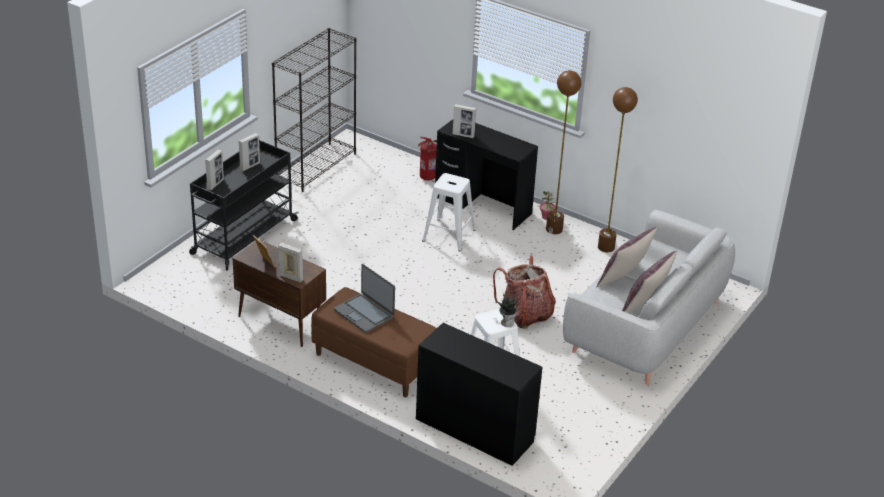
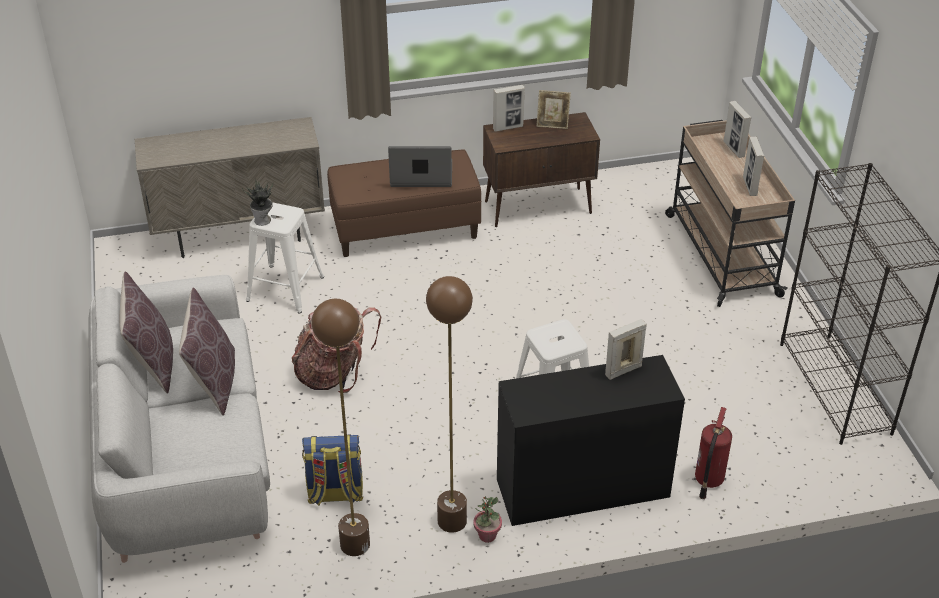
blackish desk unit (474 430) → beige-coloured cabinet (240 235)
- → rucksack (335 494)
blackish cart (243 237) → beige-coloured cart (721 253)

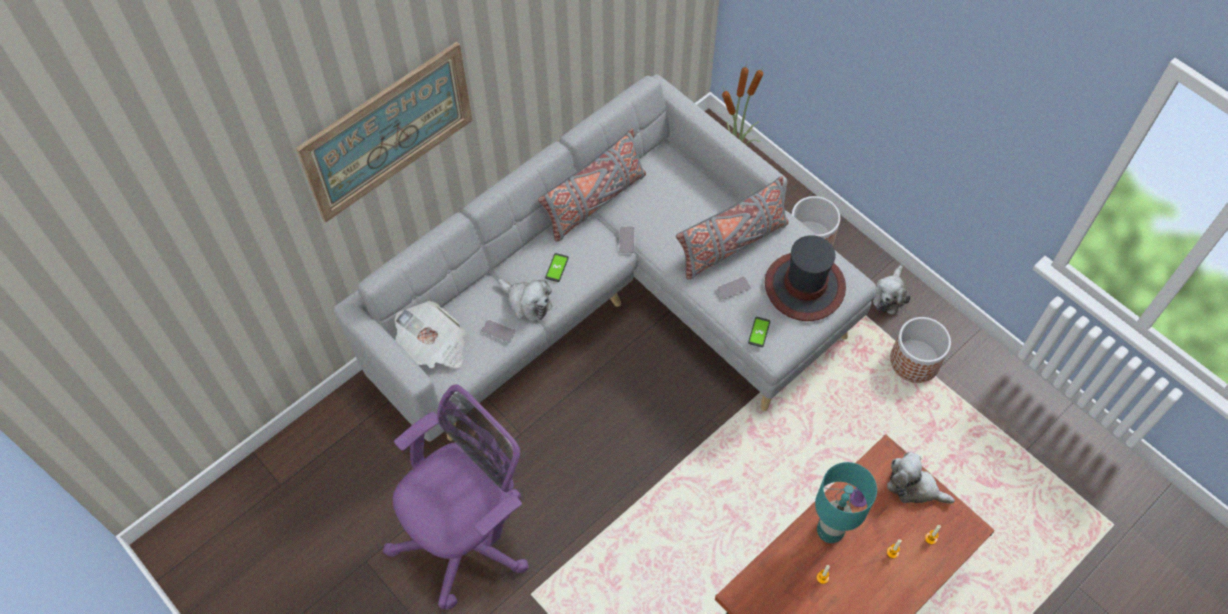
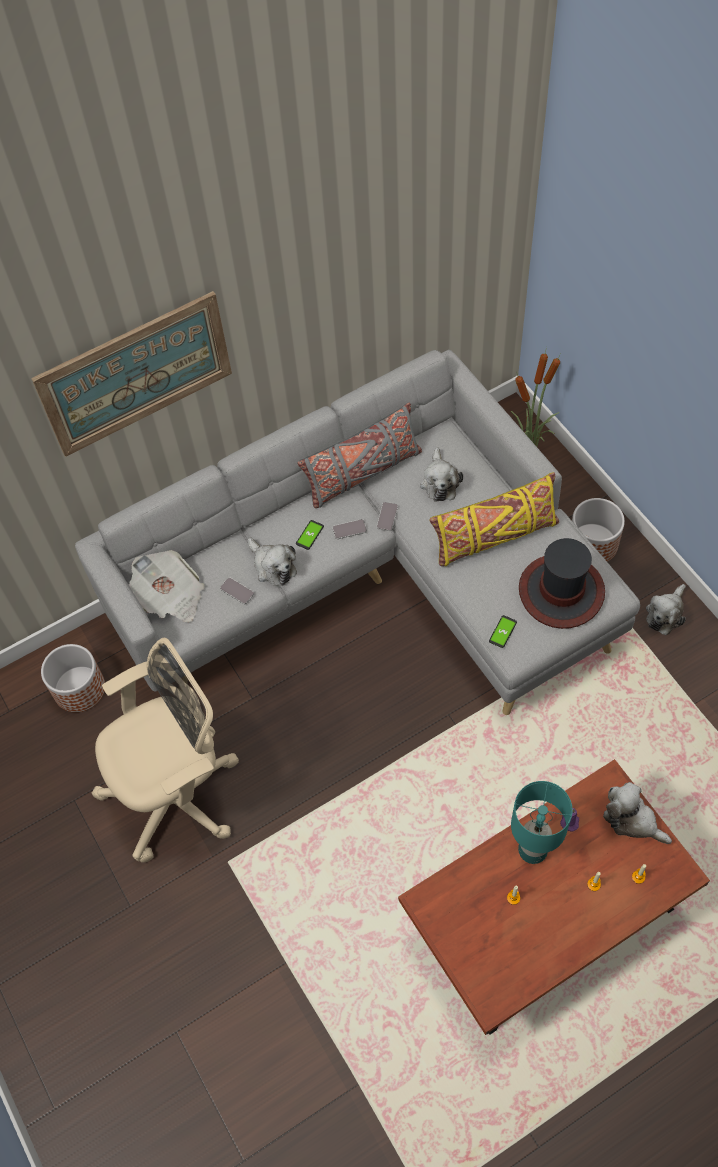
flower pot (915 361) → flower pot (80 689), moved
purplish desk chair (468 538) → beige-coloured desk chair (179 794)
phone (733 288) → phone (349 529), moved
- → plush toy (439 482)
grey throw pillow (731 245) → yellow-coloured throw pillow (494 537)

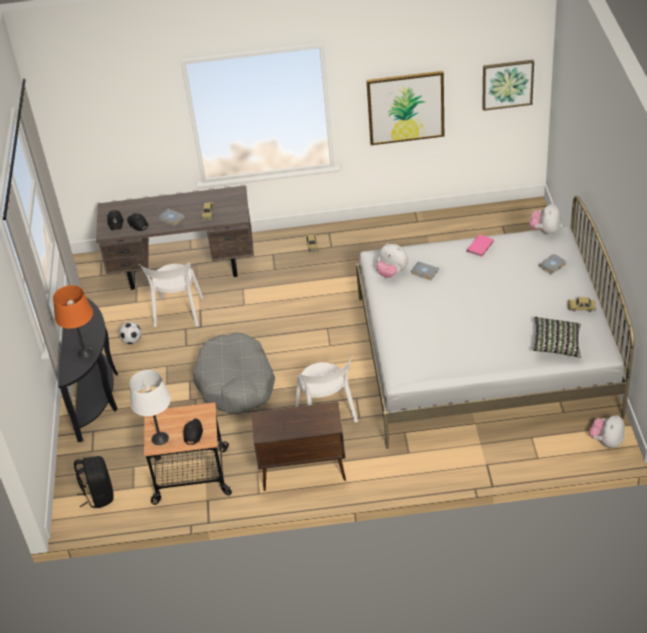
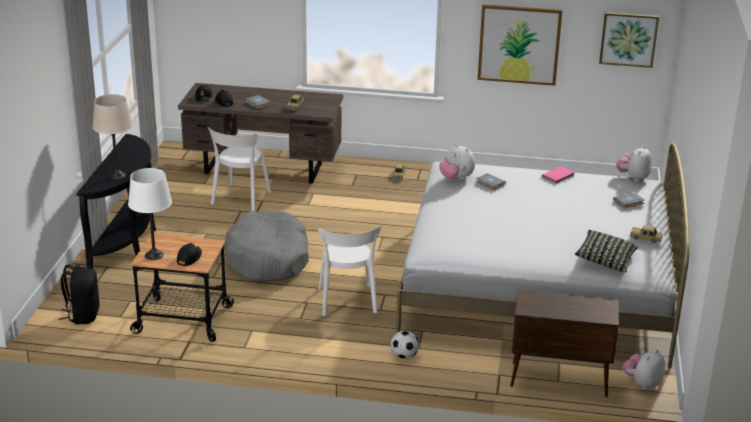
orangey table lamp (85 353) → beige-coloured table lamp (117 175)
football ball (132 341) → football ball (404 356), moved
brown-coloured cabinet (302 472) → brown-coloured cabinet (558 379), moved

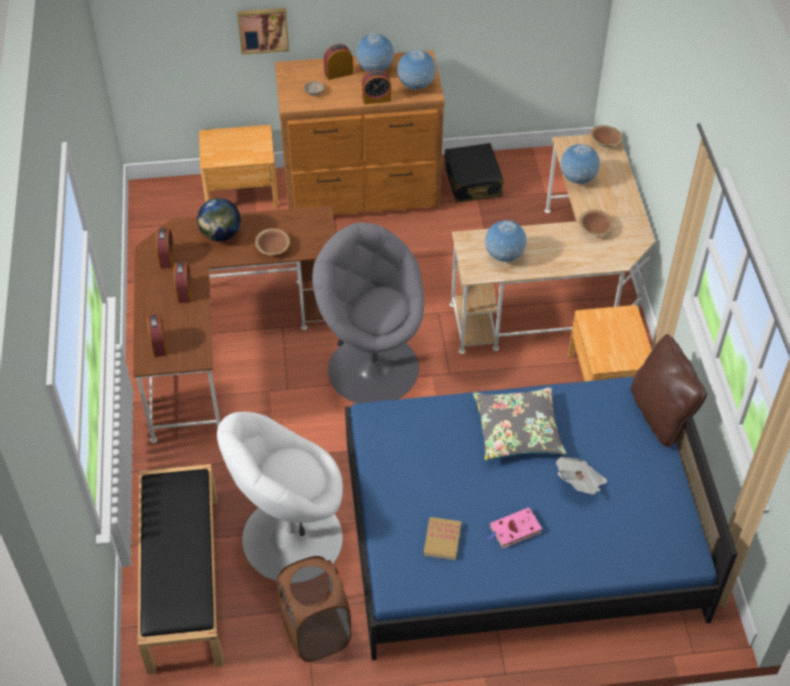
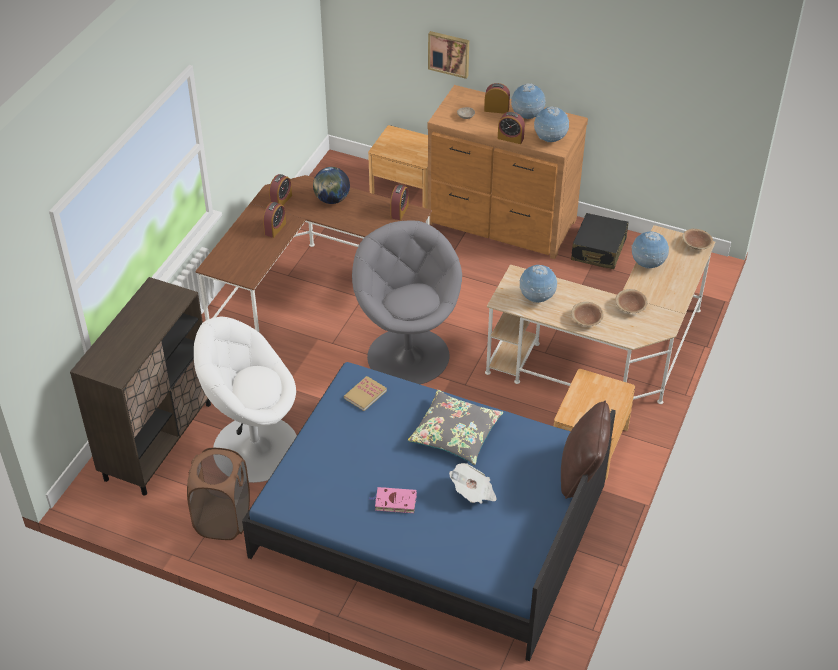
blackish bench (183 580) → brown-coloured cabinet (159 441)
book (442 540) → book (365 394), moved
bedside clock (159 344) → bedside clock (399 211), moved
brown-coloured deep dish (273 248) → brown-coloured deep dish (586 320), moved

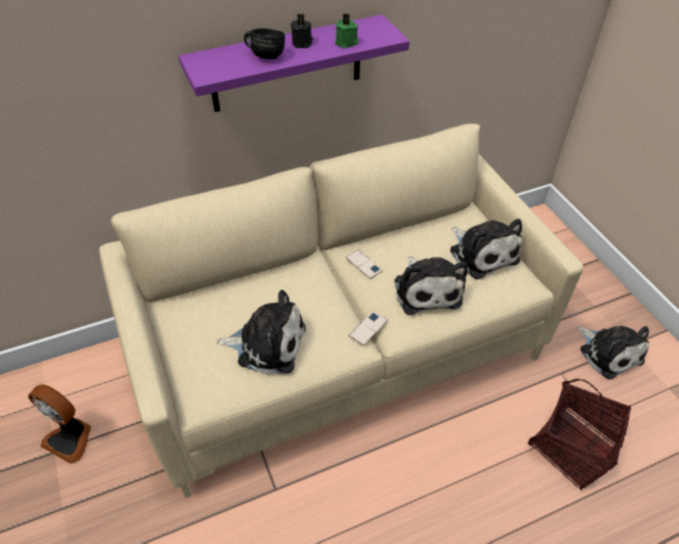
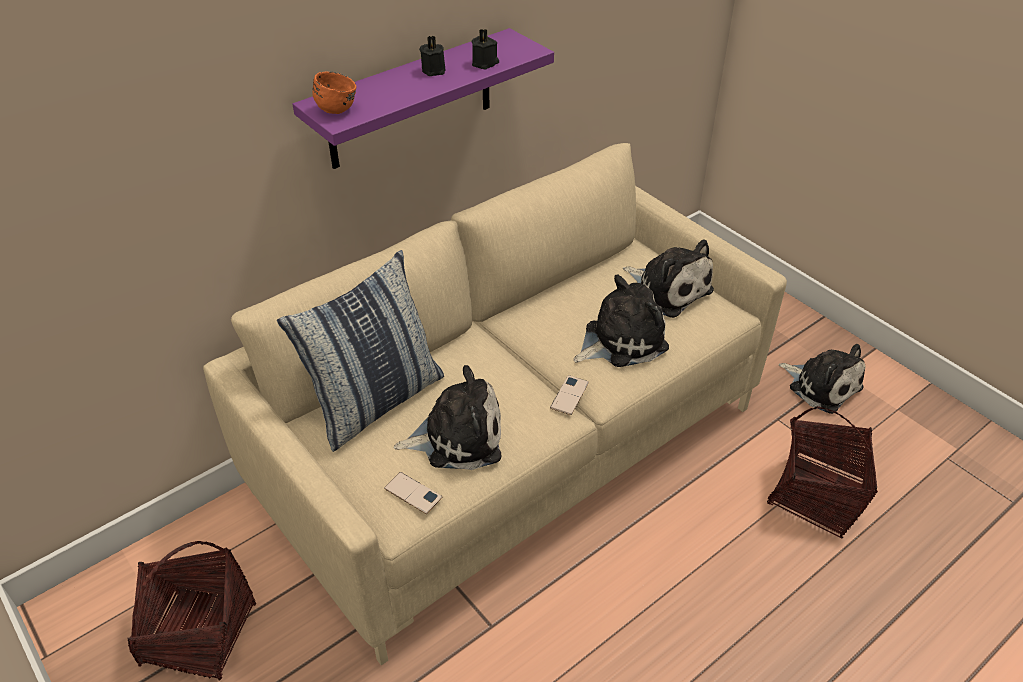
cooling fan (70 438) → household basket (200 634)
- → throw pillow (376 402)
- → orangey mug (338 107)
phone (364 264) → phone (413 493), moved
greenish wax candle (347 43) → blackish wax candle (485 63)
plush toy (426 289) → plush toy (620 340), 90 degrees counterclockwise
blackish mug (265 55) → -

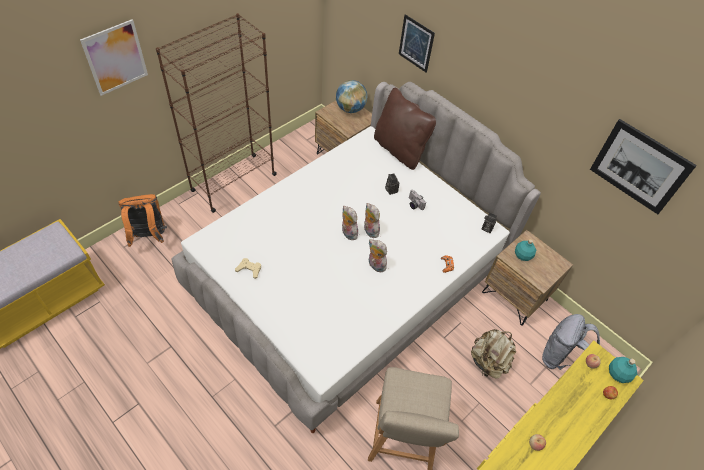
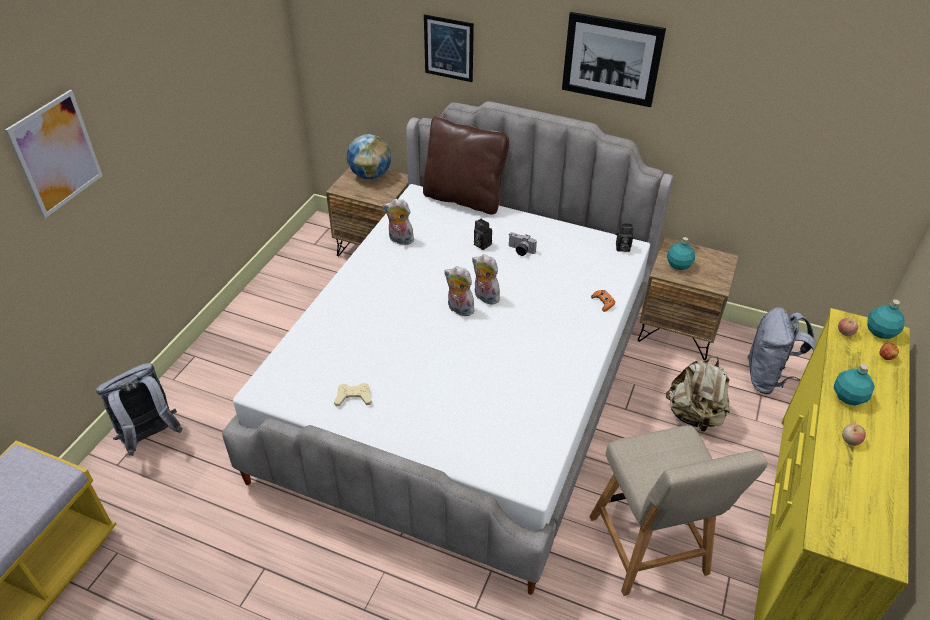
orangey rucksack (149 236) → grey rucksack (150 437)
plush toy (375 265) → plush toy (399 240), moved
wall art (639 167) → wall art (611 59), moved
- → blue-green drink bottle (848 396)
brown-coloured bookcase (233 183) → -

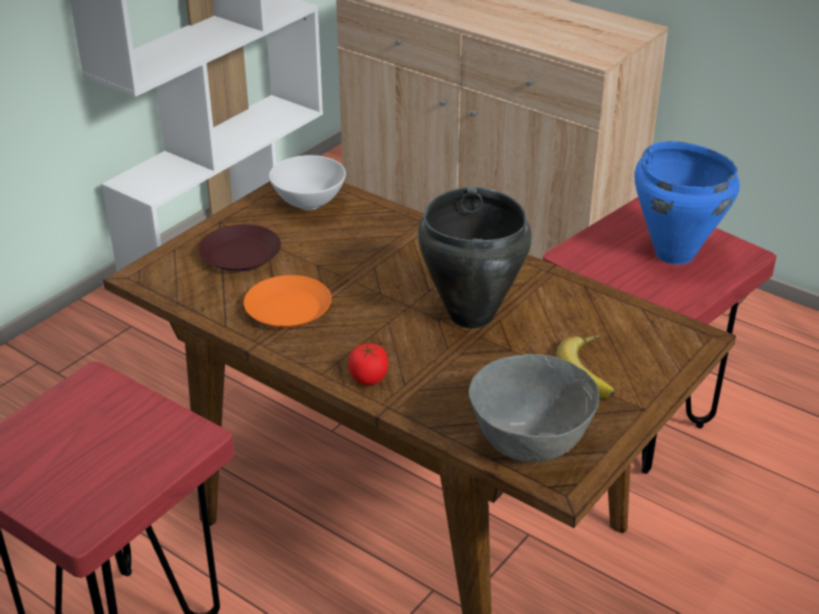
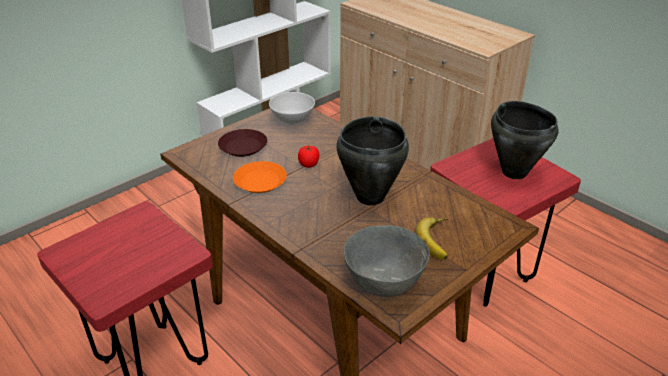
fresh tomato (368 377) → fresh tomato (308 164), moved
bluish stockpot (674 253) → blackish stockpot (514 172)

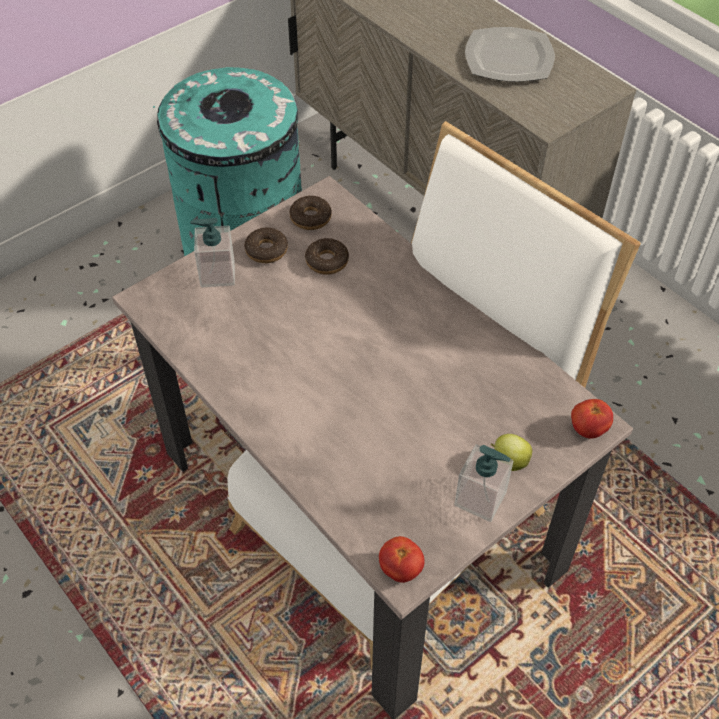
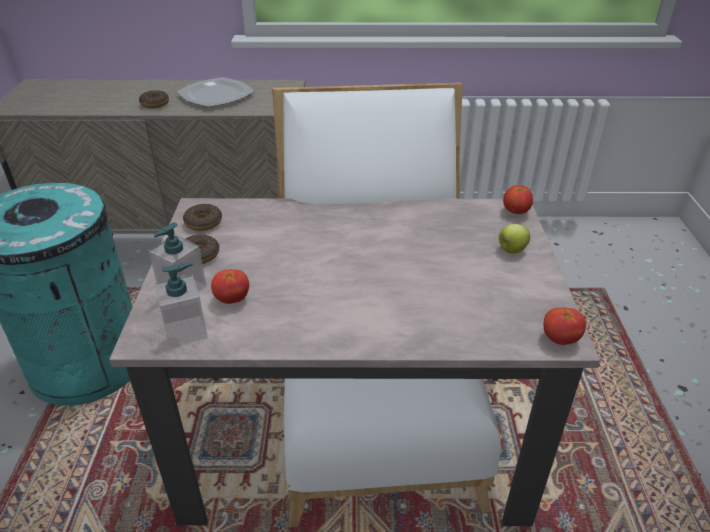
doughnut (327 261) → doughnut (155 104), moved
liquid soap bottle (480 499) → liquid soap bottle (186 331), moved
- → fresh tomato (232 299)

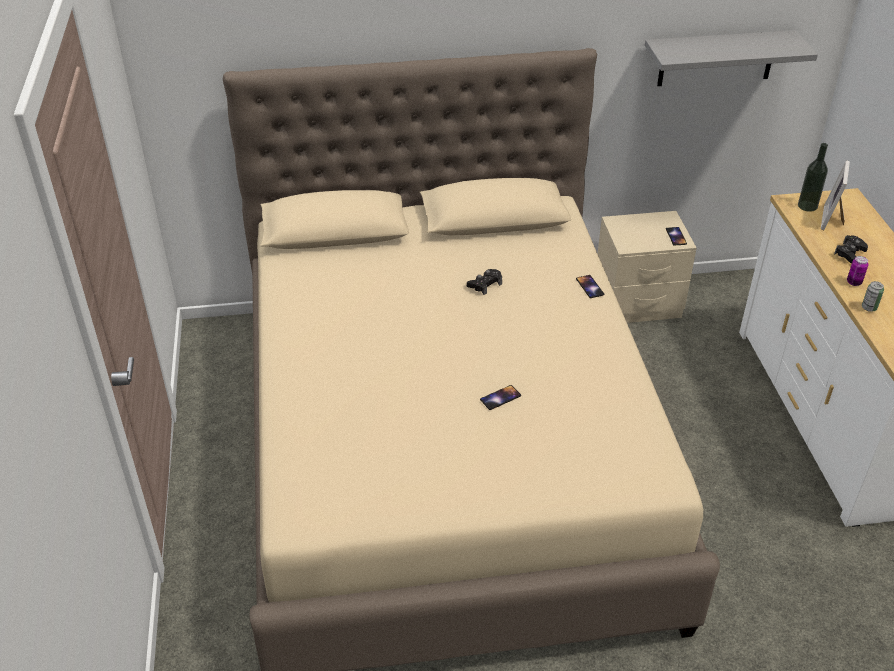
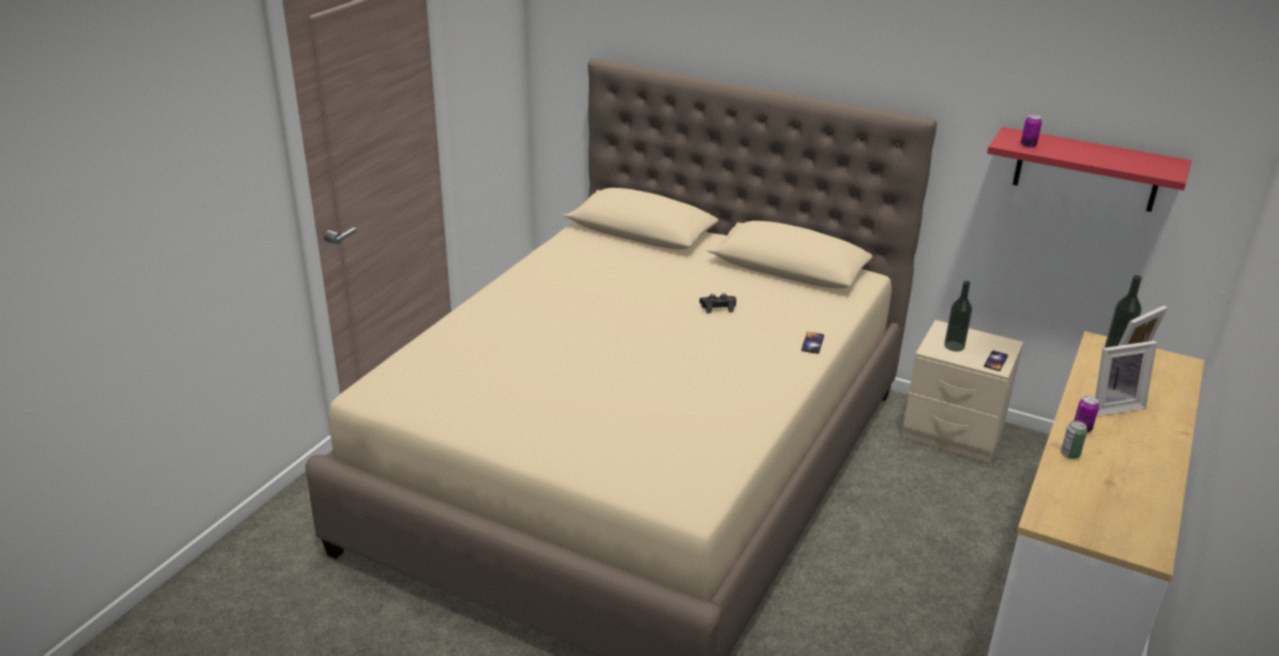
- → drink bottle (954 346)
grey wall shelf (716 58) → red-coloured wall shelf (1087 170)
- → metal can (1028 145)
blackish gamepad (849 253) → photo frame (1112 405)
phone (500 398) → -

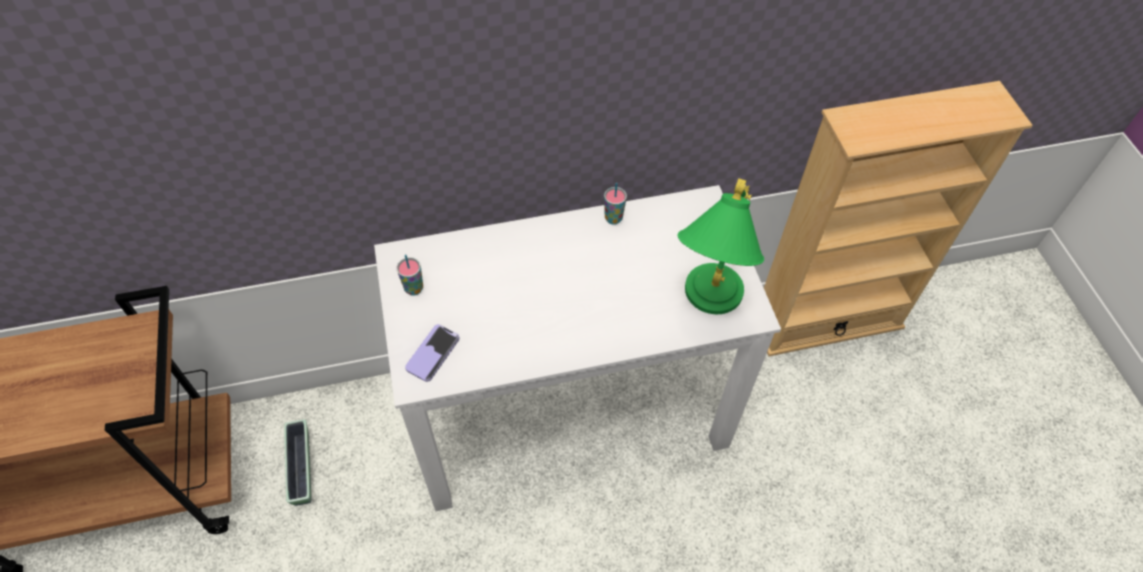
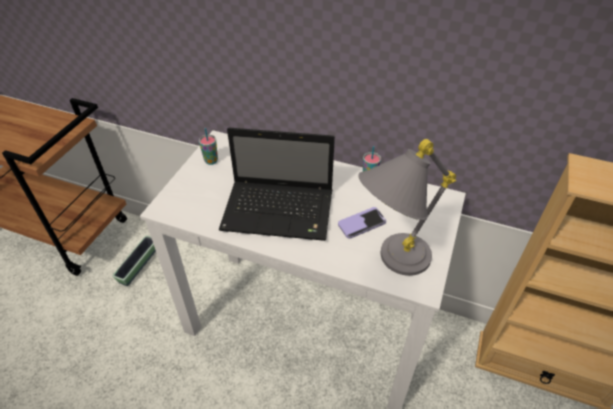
- → notebook computer (280 211)
phone (433 353) → phone (362 223), moved
greenish table lamp (706 307) → grey table lamp (390 263)

